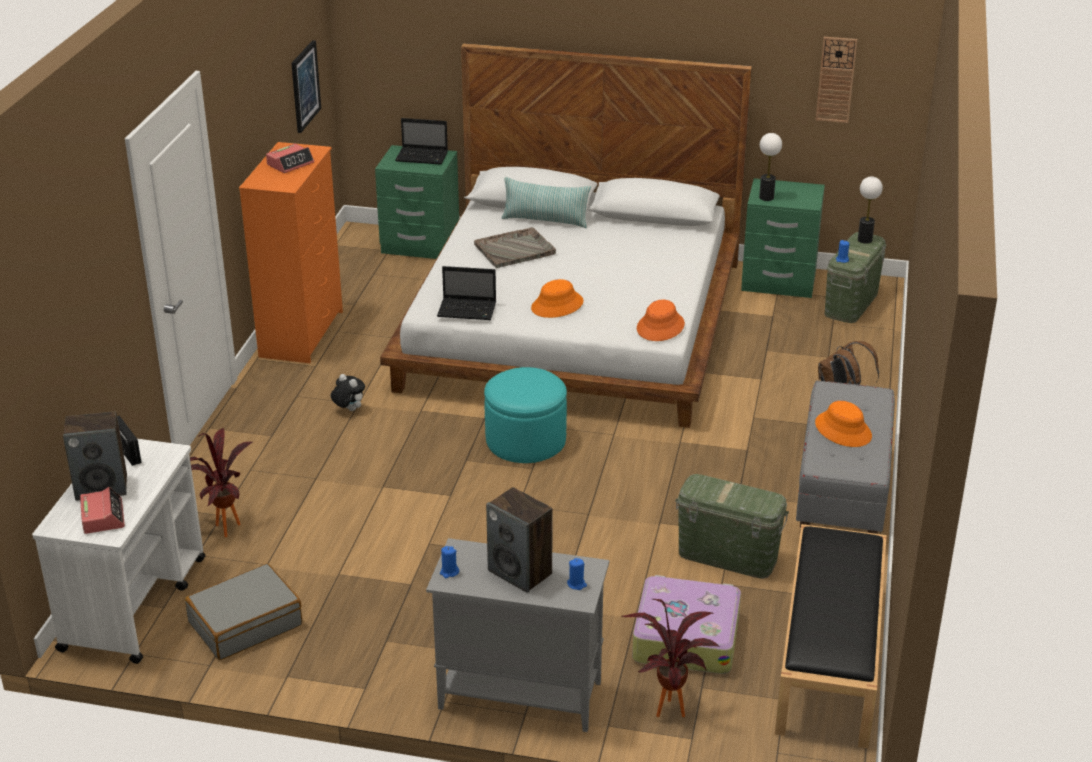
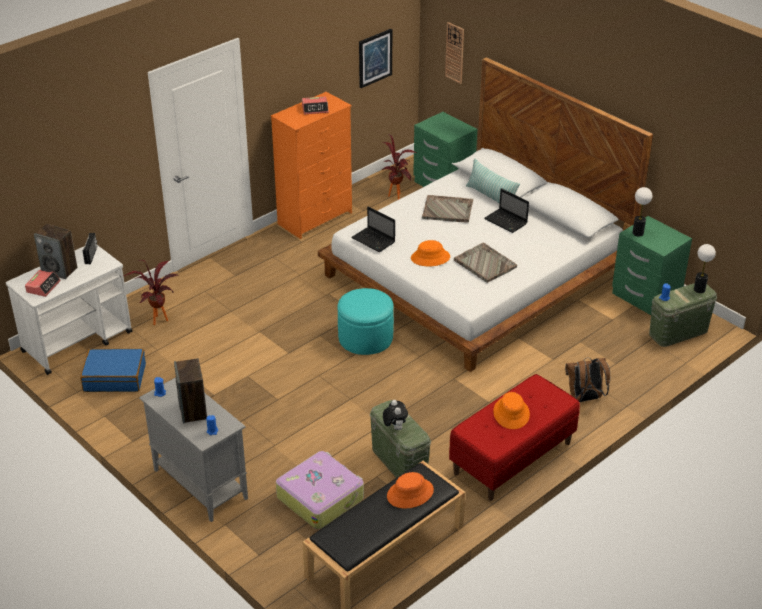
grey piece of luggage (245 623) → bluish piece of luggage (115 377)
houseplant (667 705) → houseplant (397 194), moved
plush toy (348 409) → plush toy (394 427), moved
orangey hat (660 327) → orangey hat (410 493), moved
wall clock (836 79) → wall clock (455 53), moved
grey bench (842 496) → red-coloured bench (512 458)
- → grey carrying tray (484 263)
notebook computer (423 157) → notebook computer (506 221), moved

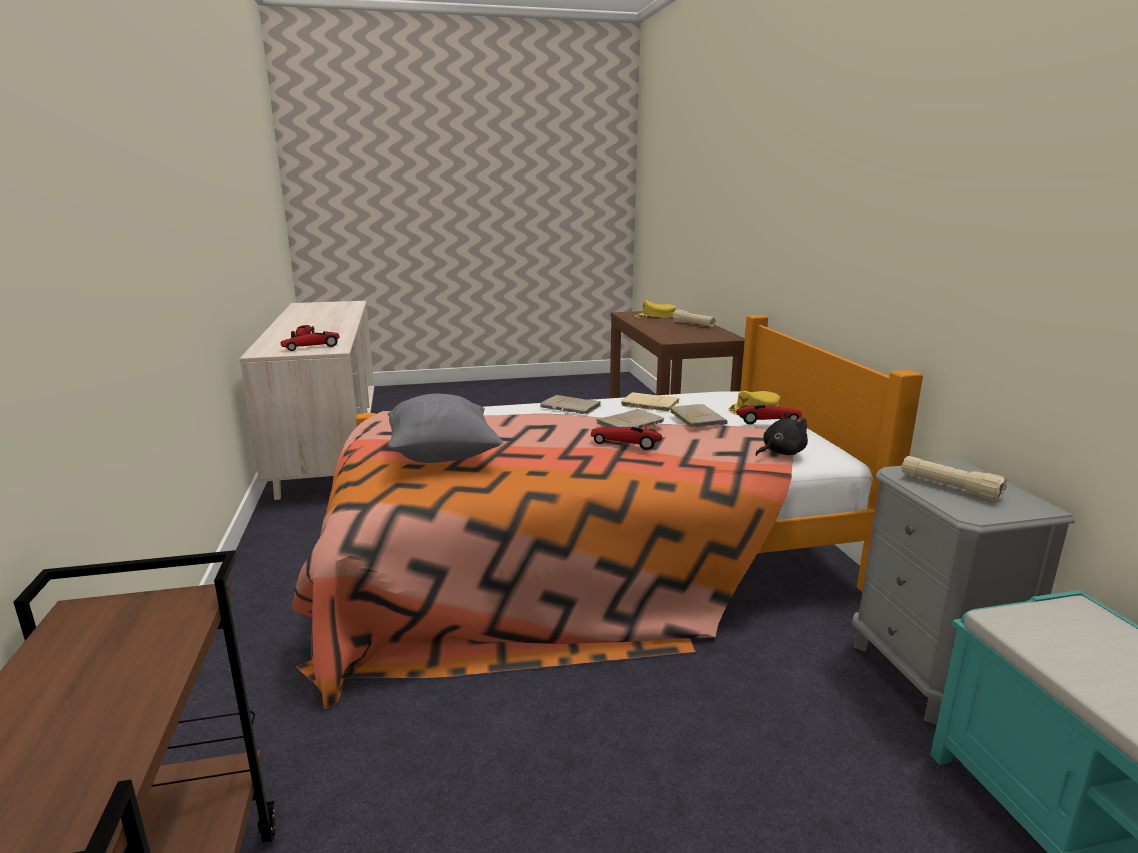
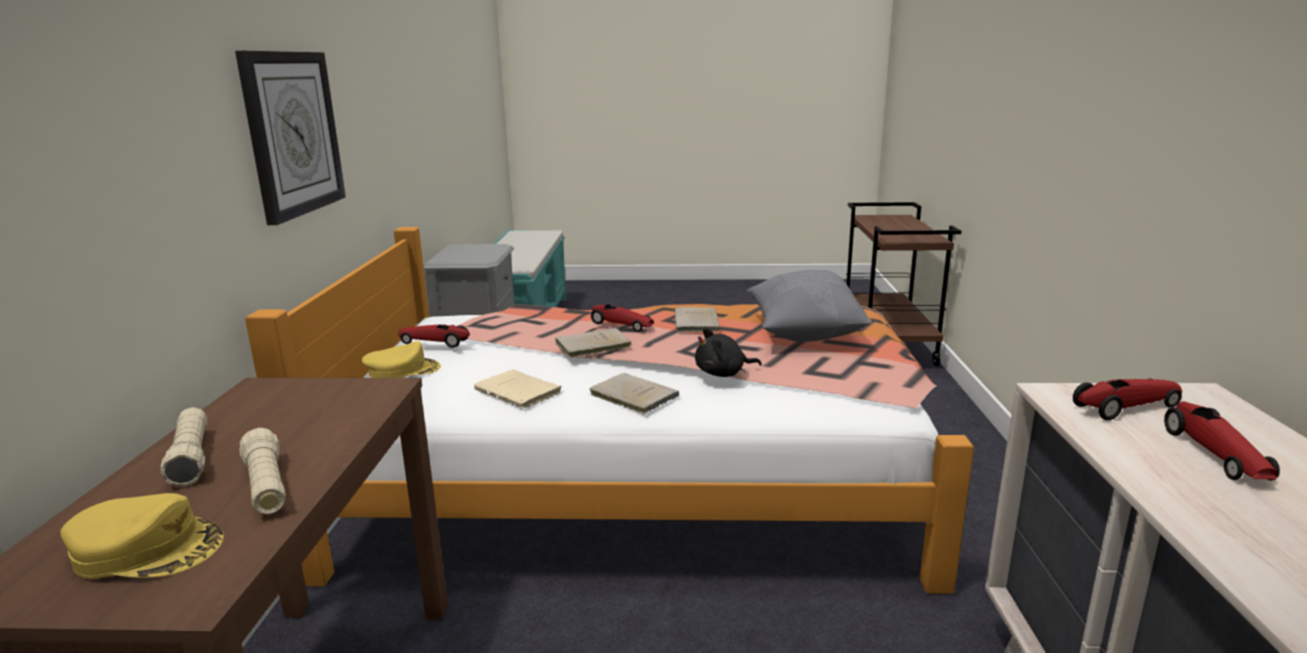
- → wall clock (292 133)
beige-coloured torch (949 488) → beige-coloured torch (267 486), moved
beige-coloured book (696 418) → beige-coloured book (696 323), moved
blackish plush toy (781 452) → blackish plush toy (723 373), moved

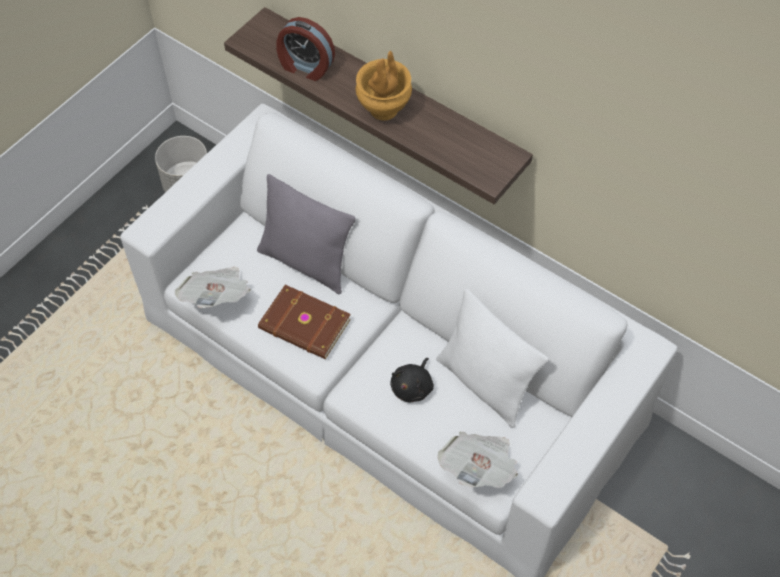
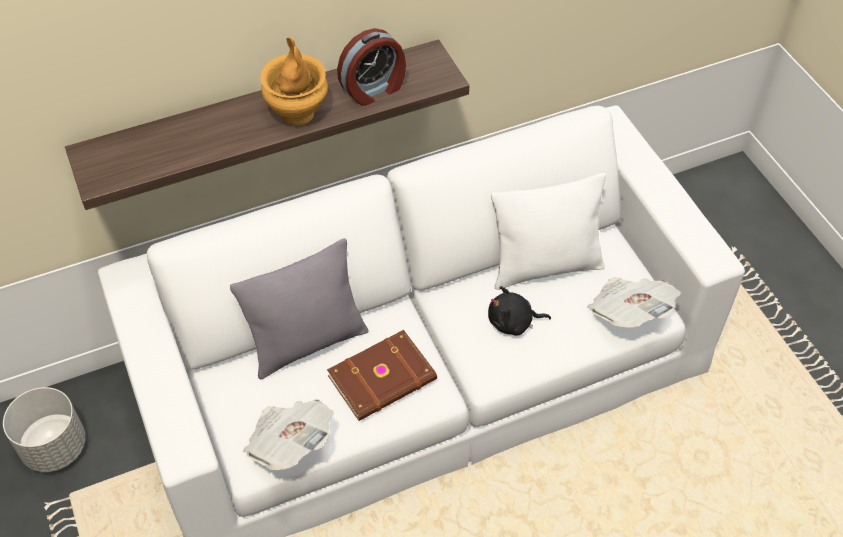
bedside clock (305 67) → bedside clock (374 89), moved
blackish plush toy (413 387) → blackish plush toy (513 322), 120 degrees clockwise

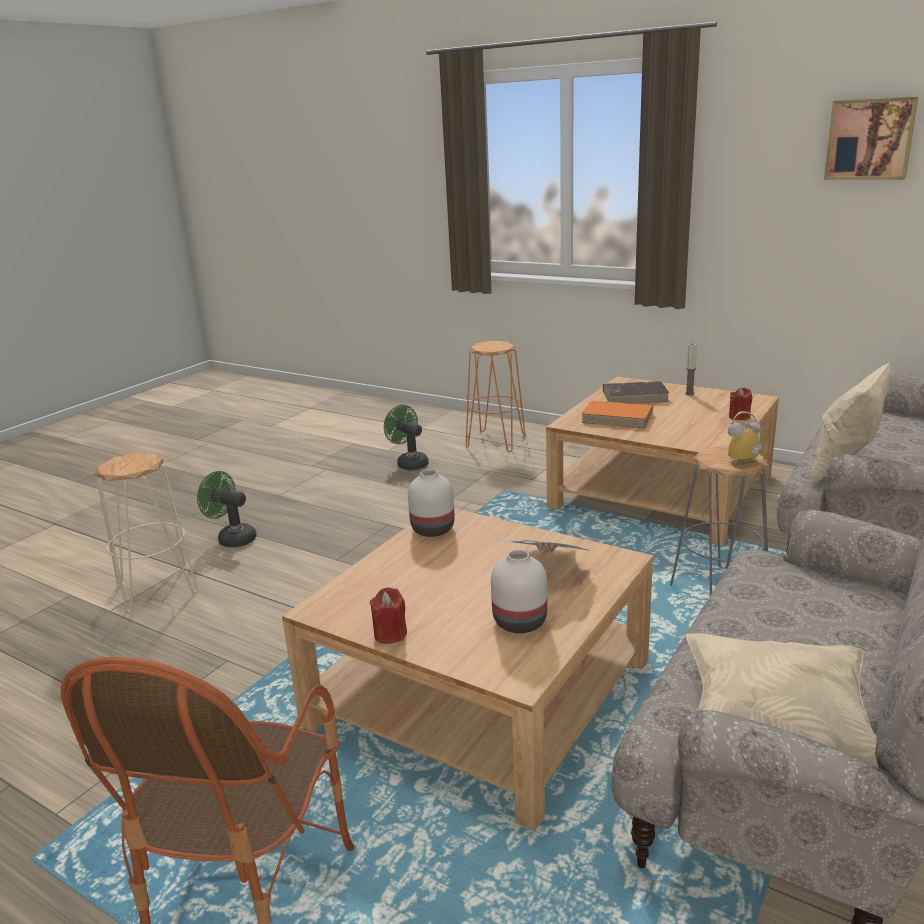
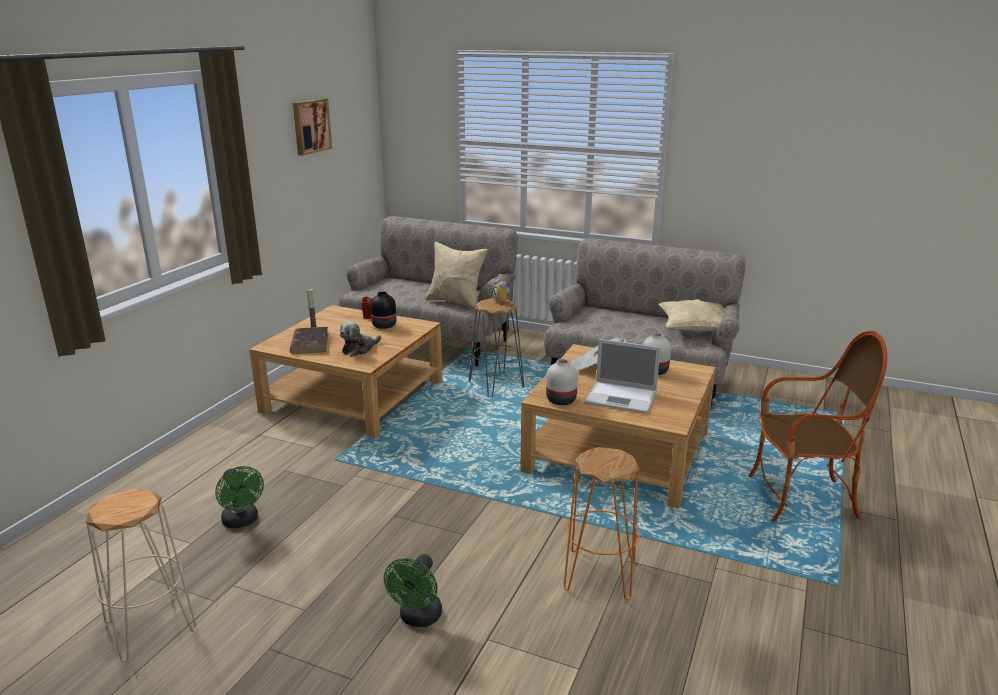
beige-coloured stool seat (157 588) → beige-coloured stool seat (150 627), moved
greenish cooling fan (409 463) → greenish cooling fan (242 521), 75 degrees counterclockwise
orangey book (618 418) → plush toy (359 349)
- → blackish decorative vase (384 325)
orangey stool seat (495 441) → orangey stool seat (600 575), moved
- → notebook computer (622 398)
red-coloured wax candle (390 634) → -

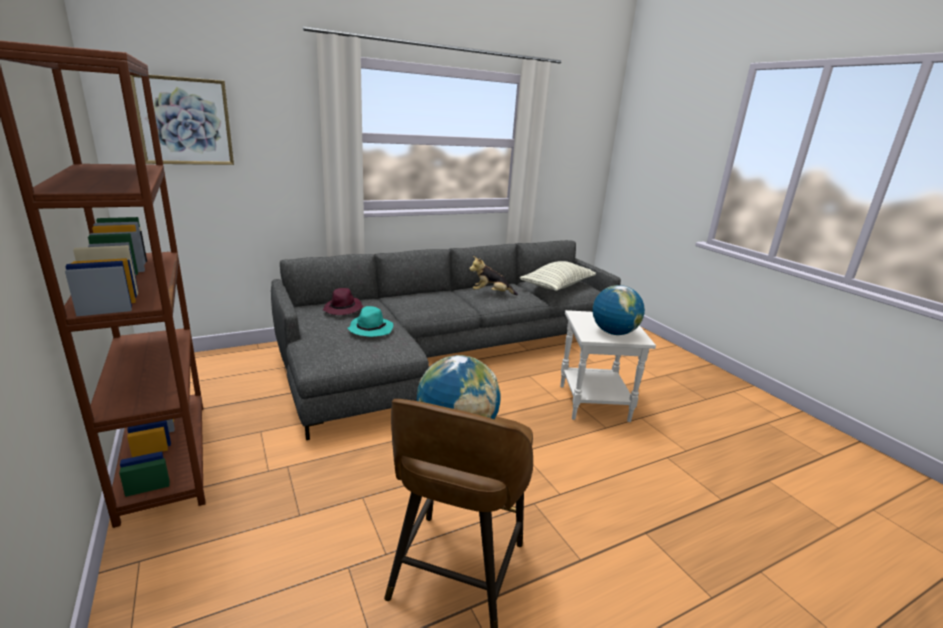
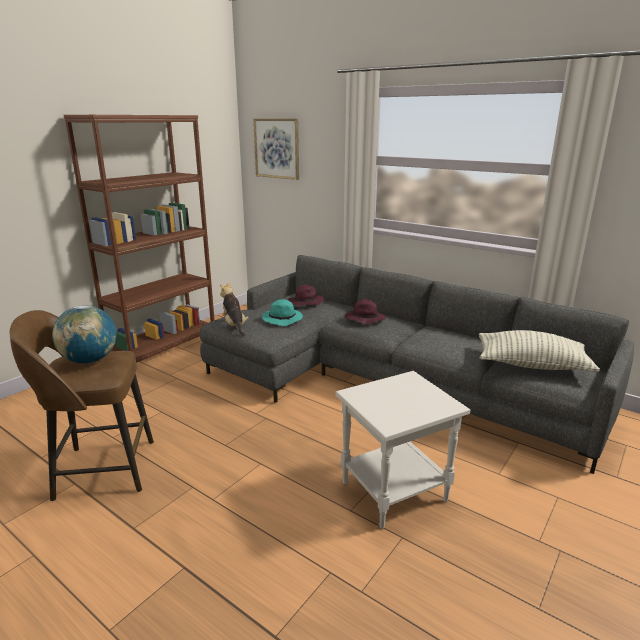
plush toy (491 294) → plush toy (234 326), moved
- → purplish hat (364 319)
desk globe (613 333) → -

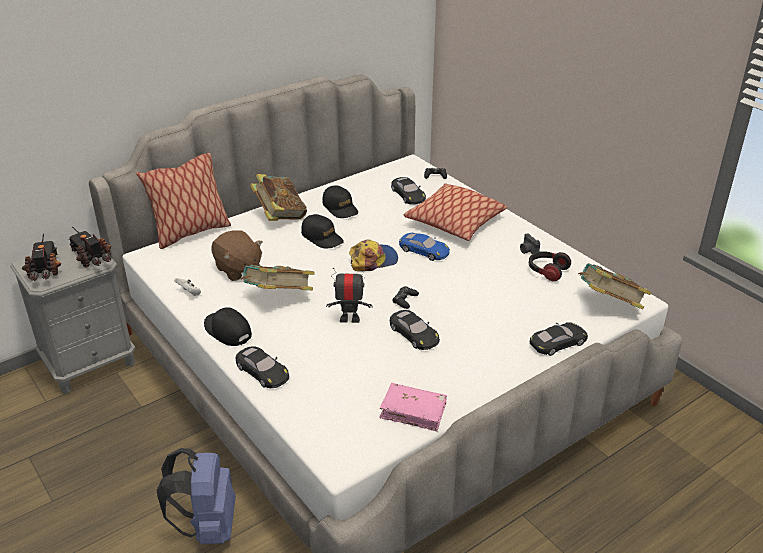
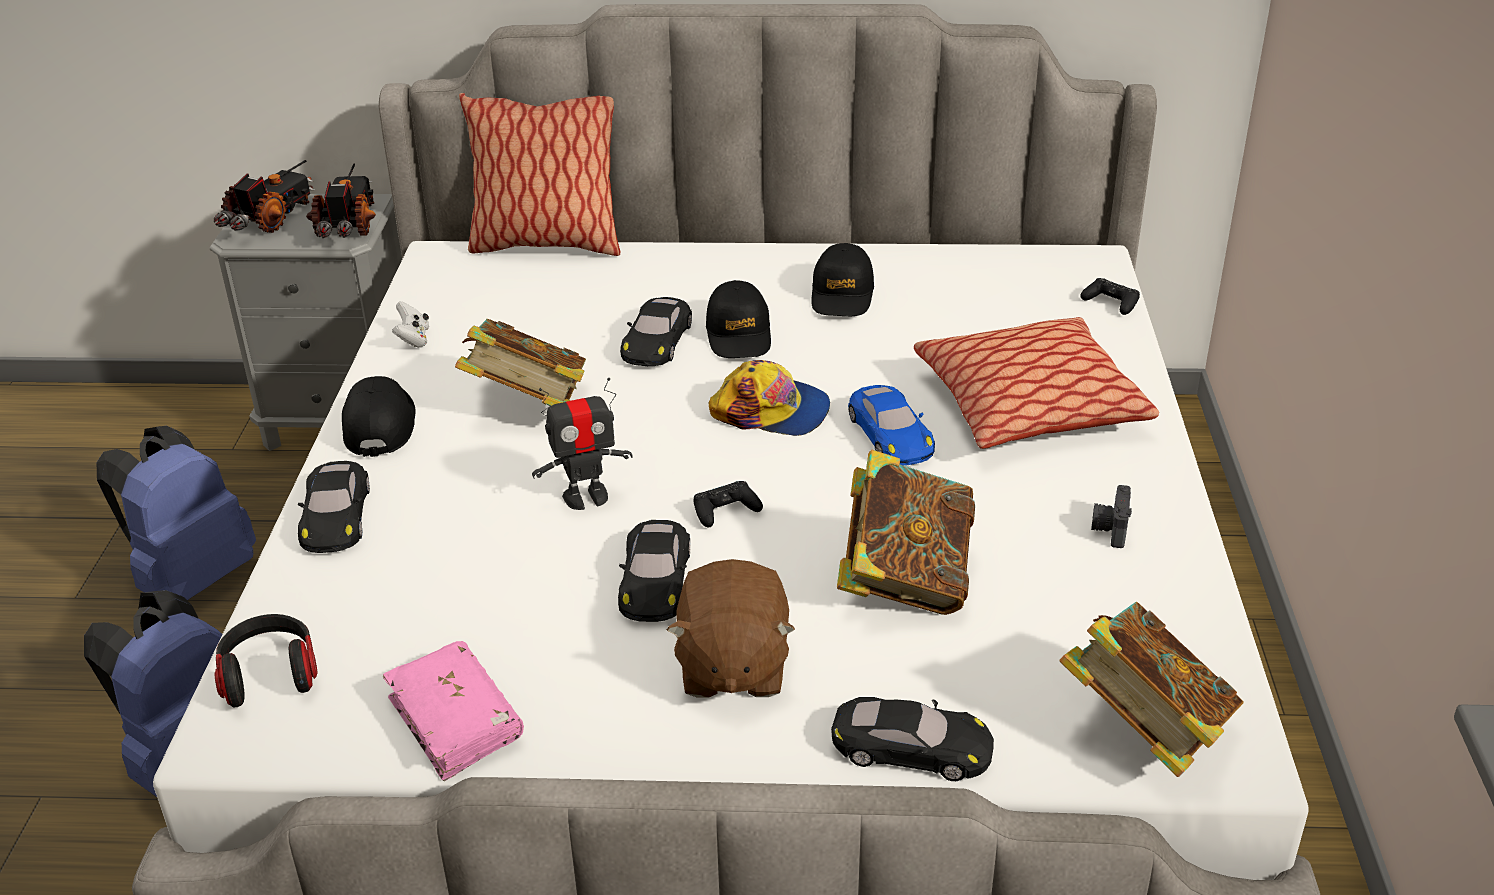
- → bluish rucksack (192 579)
headphones (547 271) → headphones (270 674), moved
toy robot (349 319) → toy robot (586 497), 120 degrees clockwise
blackish model car (408 195) → blackish model car (657 341), moved
brown-coloured plush toy (238 269) → brown-coloured plush toy (732 667), moved
book (280 215) → book (904 580), moved

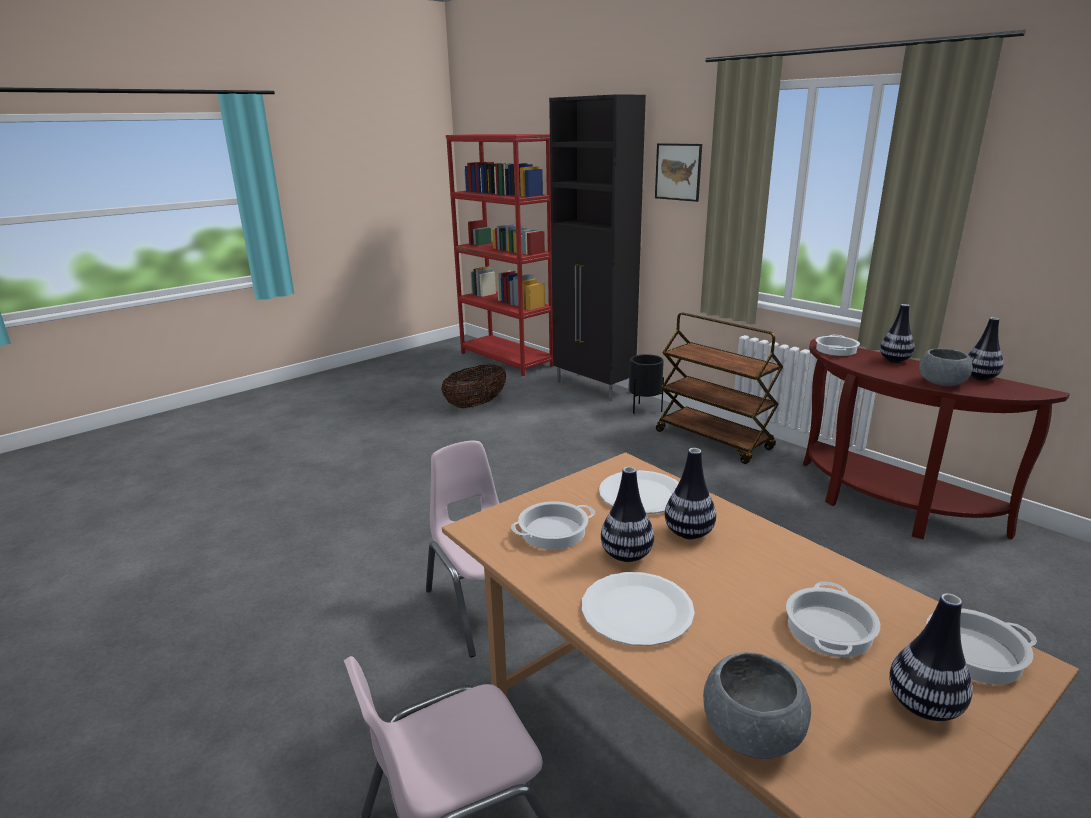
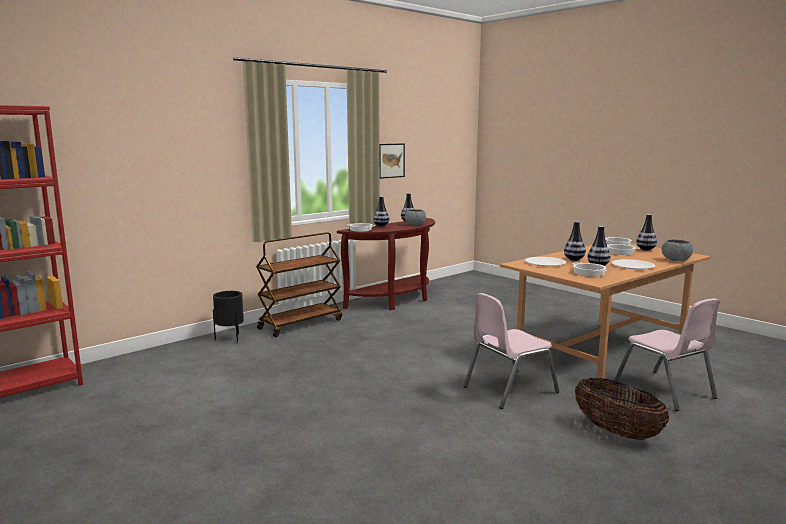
wall art (678 172) → wall art (391 160), moved
household basket (476 405) → household basket (616 432), moved
blackish cabinet (594 388) → -

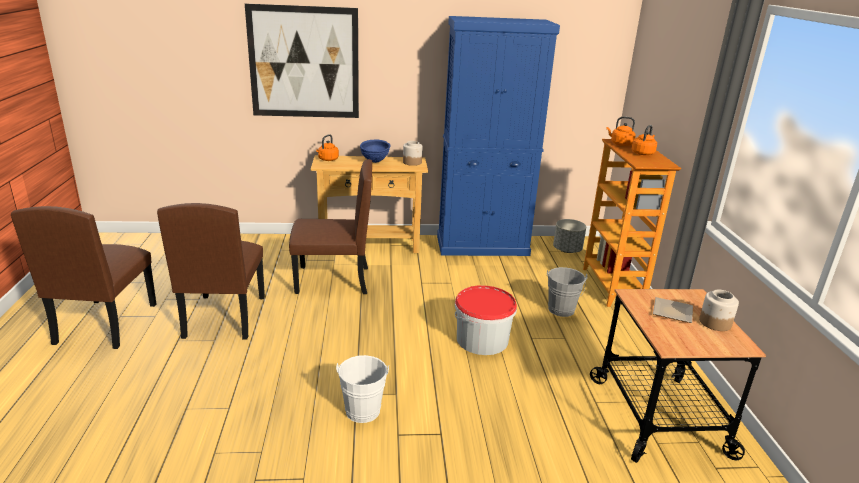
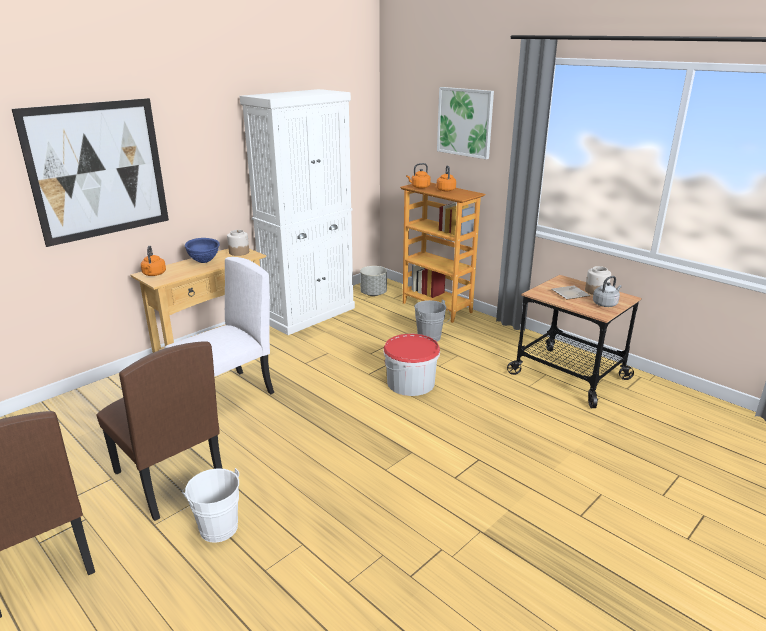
brown-coloured plain chair (332 280) → white-coloured plain chair (226 396)
white-coloured water bucket (363 408) → white-coloured water bucket (217 526), moved
bluish cabinet (483 246) → white-coloured cabinet (309 314)
- → wall art (465 122)
- → grey kettle (605 304)

